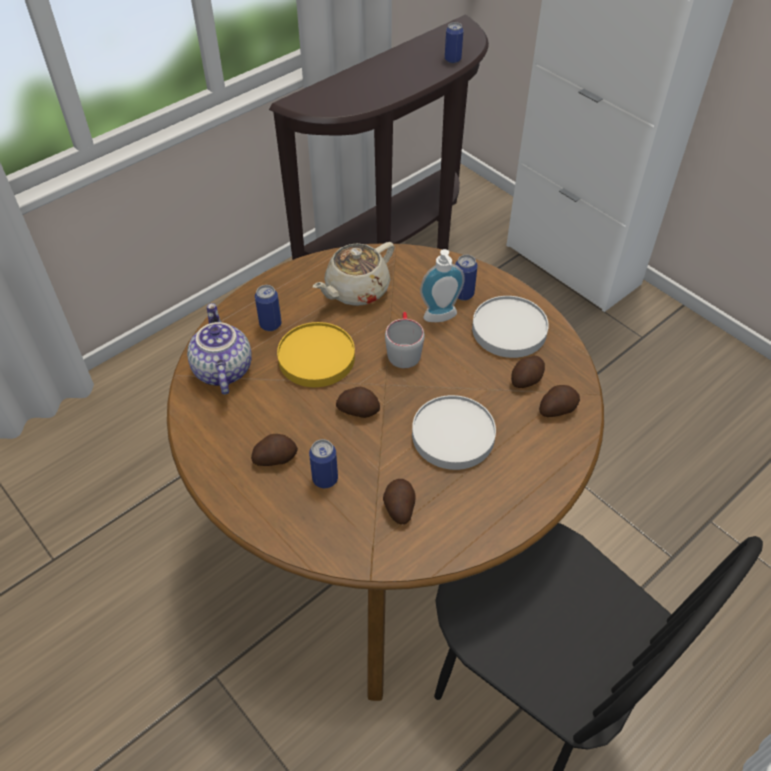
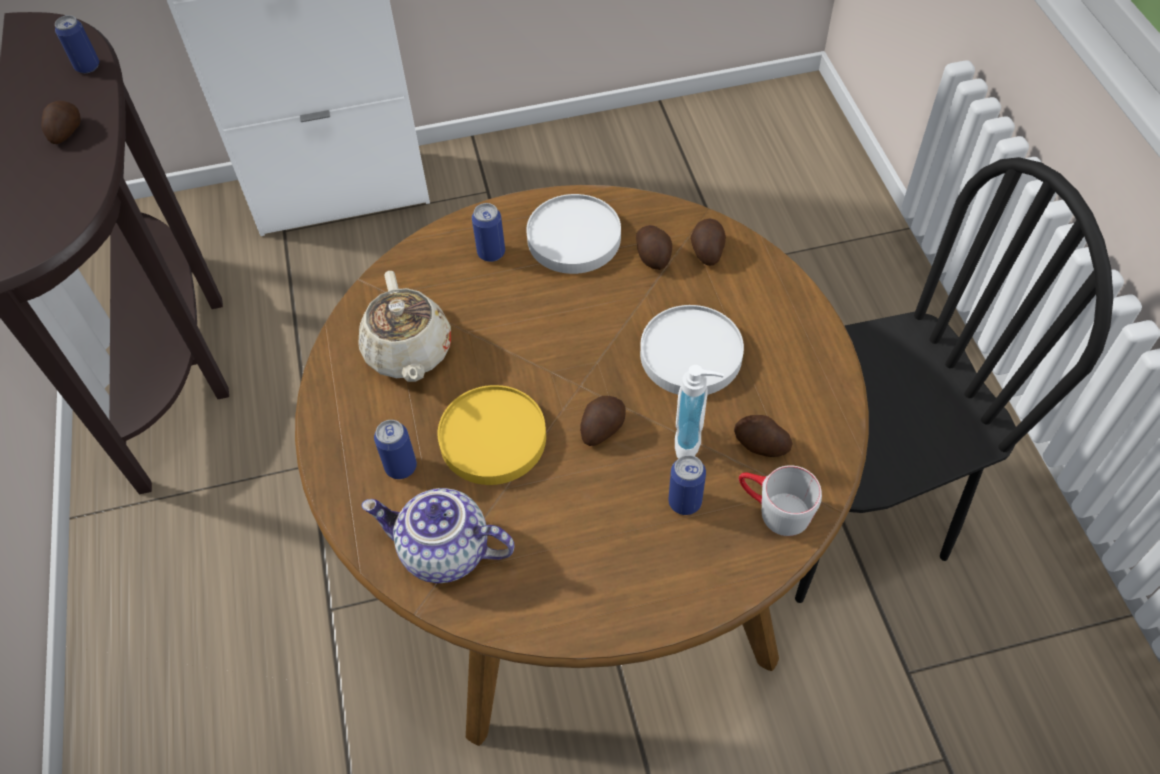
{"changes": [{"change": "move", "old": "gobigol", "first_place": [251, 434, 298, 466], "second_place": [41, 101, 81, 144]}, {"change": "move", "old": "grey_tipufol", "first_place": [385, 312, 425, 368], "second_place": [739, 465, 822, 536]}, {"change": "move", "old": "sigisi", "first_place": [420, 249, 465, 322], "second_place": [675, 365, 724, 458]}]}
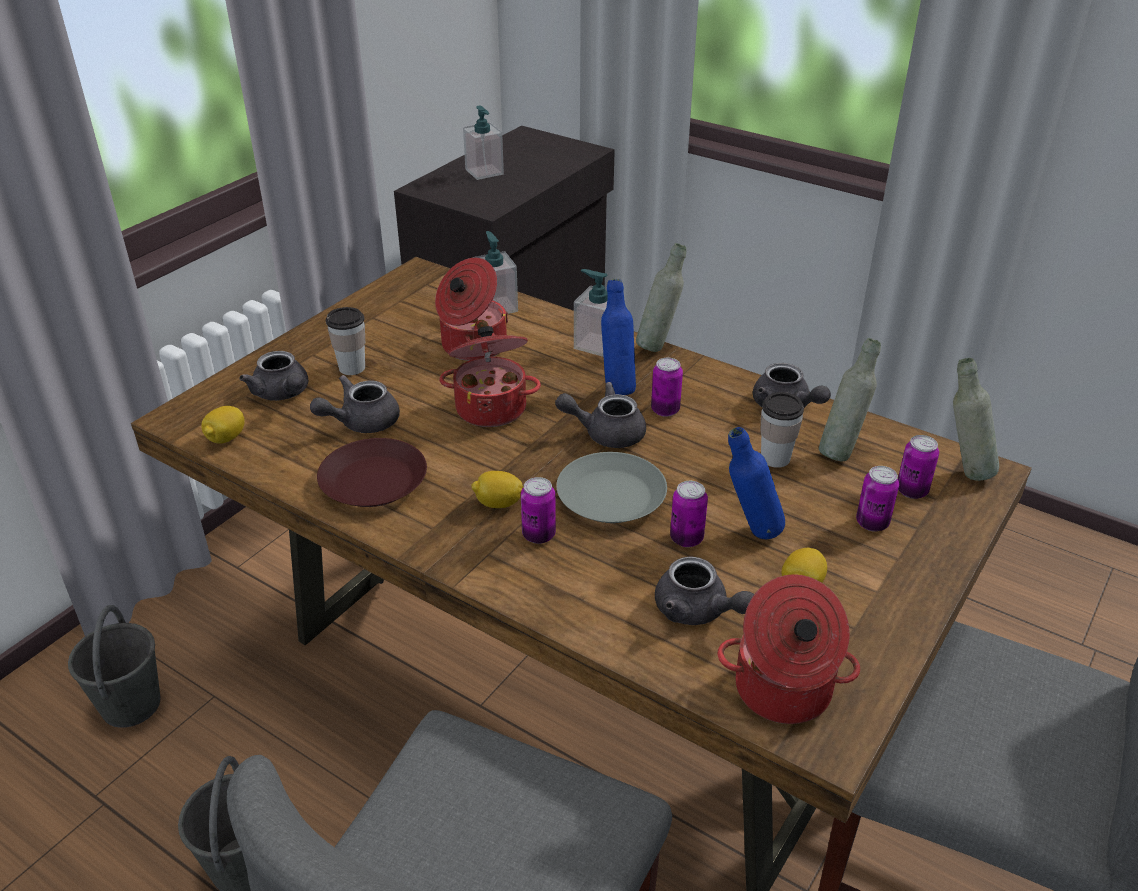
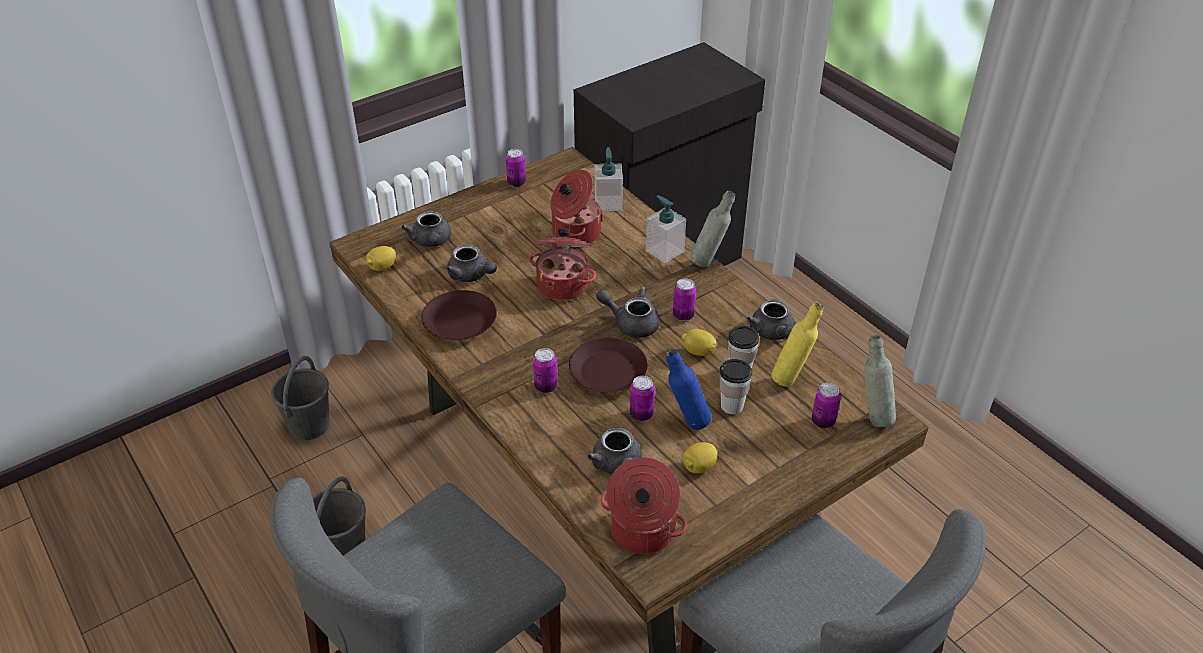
{"changes": [{"change": "rotate", "old": "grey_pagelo", "first_place": [310, 375, 400, 433], "second_place": [446, 244, 497, 282], "degrees": -120}, {"change": "move", "old": "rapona", "first_place": [326, 307, 365, 375], "second_place": [719, 359, 753, 414]}, {"change": "delete", "old": "sigisi", "first_place": [463, 106, 504, 180]}, {"change": "move", "old": "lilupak", "first_place": [471, 471, 523, 508], "second_place": [682, 329, 717, 356]}, {"change": "recolor", "old": "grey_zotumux", "new": "brown_zotumux", "first_place": [556, 452, 667, 523], "second_place": [569, 338, 648, 393]}, {"change": "delete", "old": "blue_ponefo", "first_place": [601, 279, 636, 395]}, {"change": "recolor", "old": "grey_ponefo", "new": "yellow_ponefo", "first_place": [819, 338, 881, 461], "second_place": [771, 303, 823, 387]}, {"change": "move", "old": "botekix", "first_place": [856, 466, 899, 532], "second_place": [506, 149, 526, 187]}]}
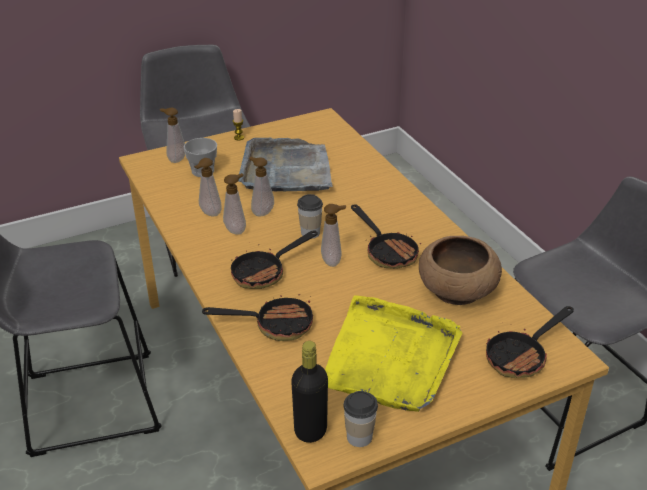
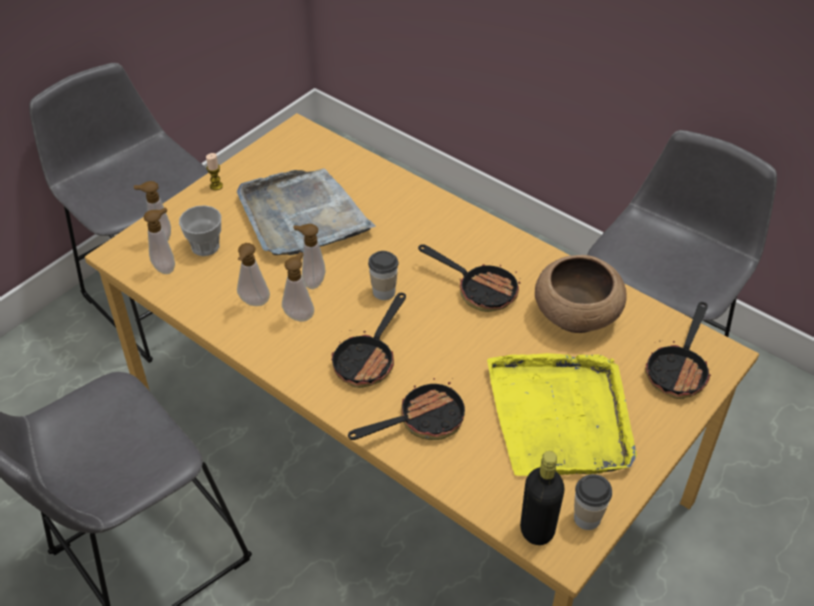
{"changes": [{"change": "move", "old": "sigisi", "first_place": [321, 204, 346, 267], "second_place": [144, 207, 175, 274]}]}
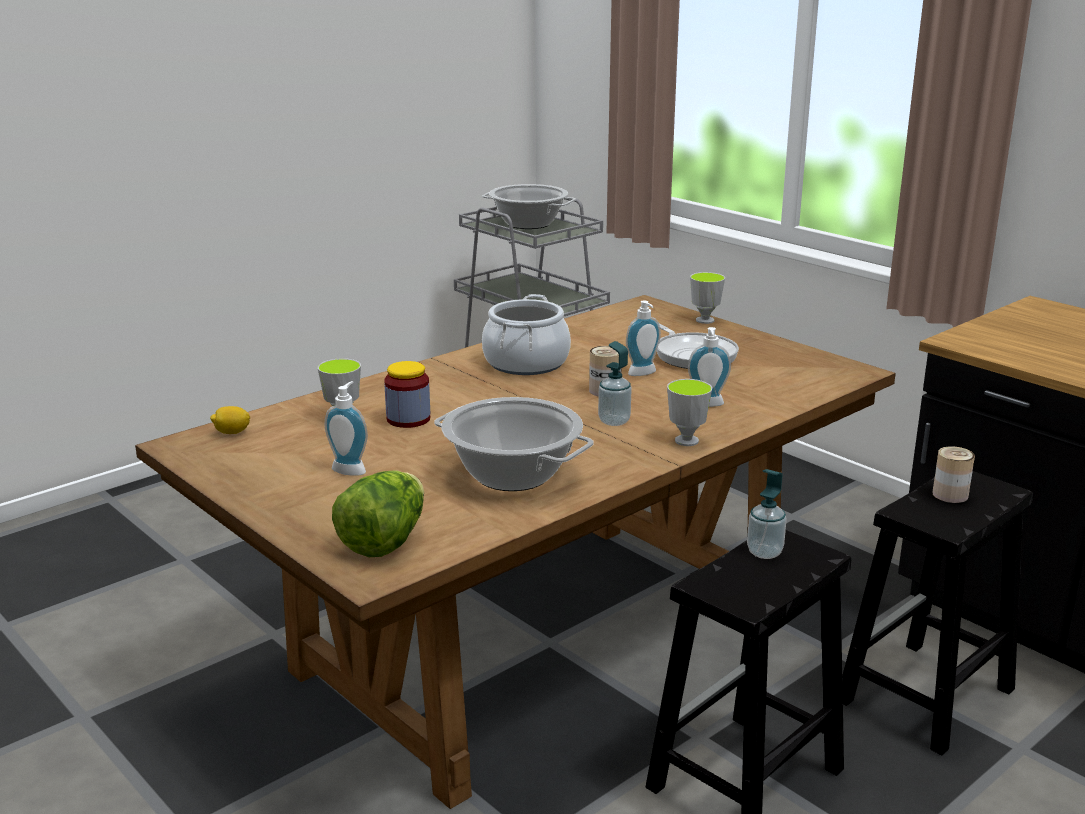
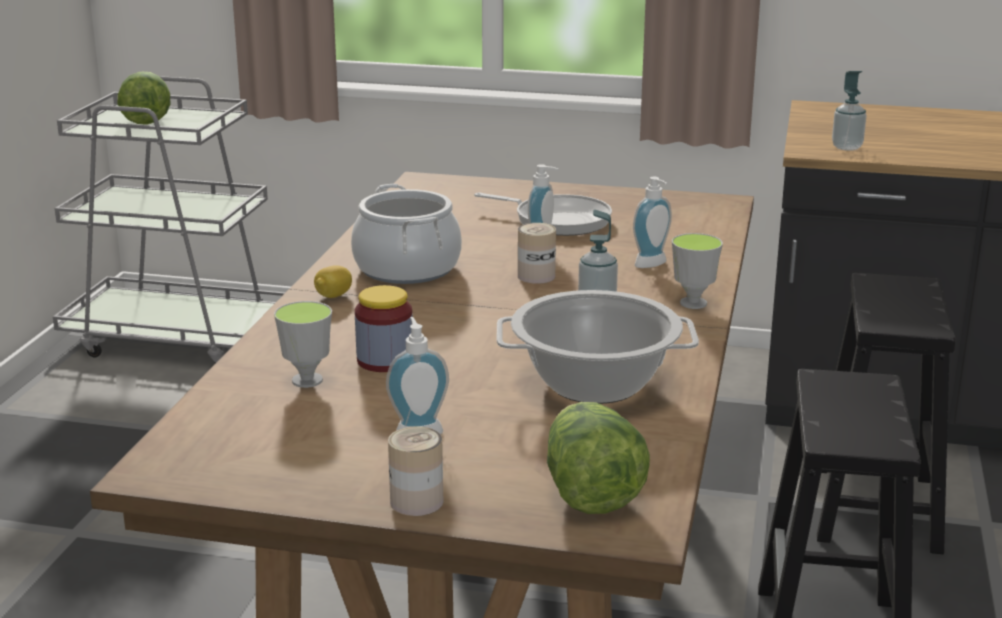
{"changes": [{"change": "move", "old": "lilupak", "first_place": [210, 406, 250, 434], "second_place": [314, 265, 352, 298]}, {"change": "replace", "old": "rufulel", "new": "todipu", "first_place": [482, 184, 576, 229], "second_place": [118, 72, 170, 125]}, {"change": "delete", "old": "rapona", "first_place": [690, 272, 725, 324]}, {"change": "move", "old": "sigisi", "first_place": [747, 469, 787, 559], "second_place": [832, 71, 867, 151]}, {"change": "move", "old": "botekix", "first_place": [932, 446, 975, 503], "second_place": [388, 426, 443, 516]}]}
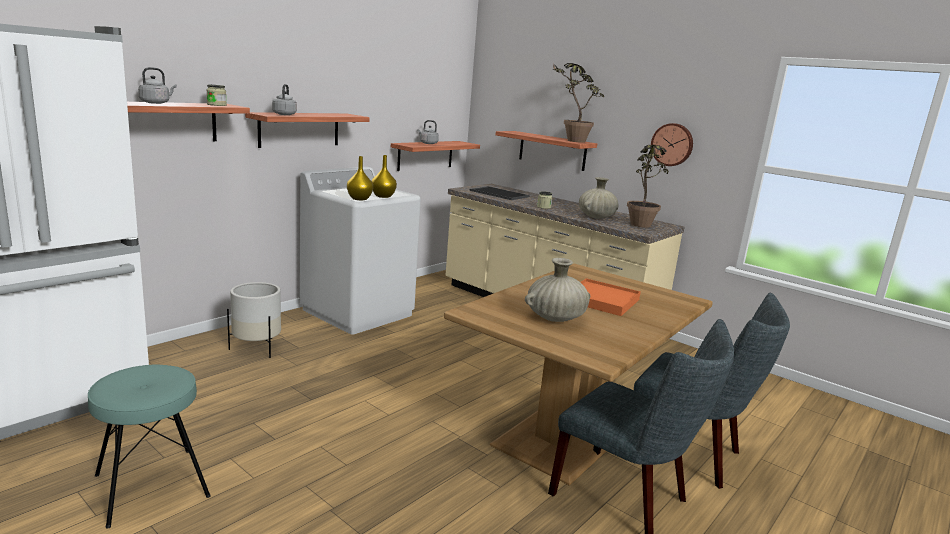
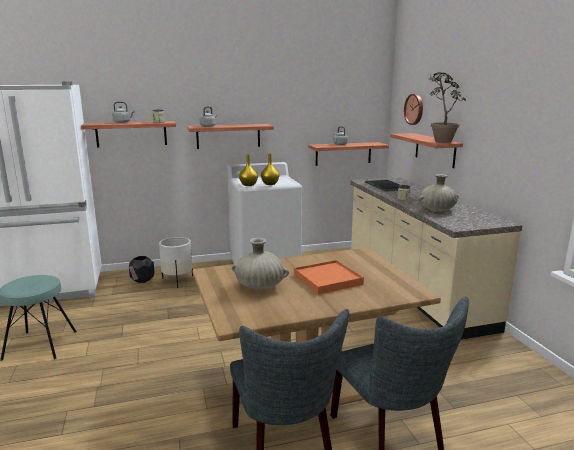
{"changes": [{"change": "delete", "old": "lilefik", "first_place": [627, 145, 669, 228]}, {"change": "move", "old": "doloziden", "first_place": [651, 123, 693, 166], "second_place": [404, 94, 423, 125]}, {"change": "insert", "new": "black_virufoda", "second_place": [129, 256, 155, 283]}]}
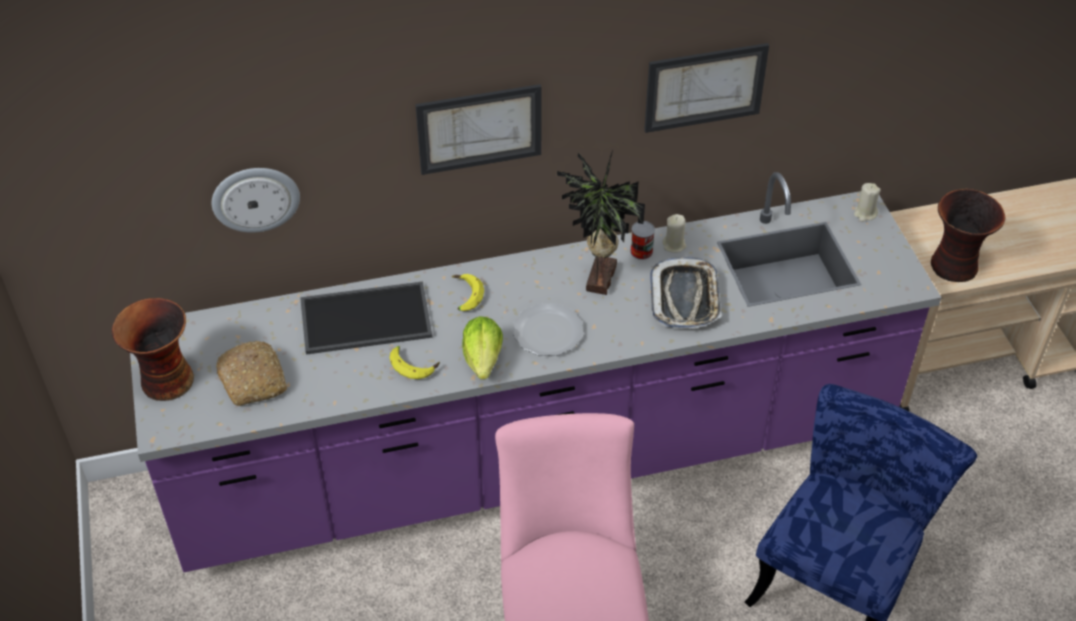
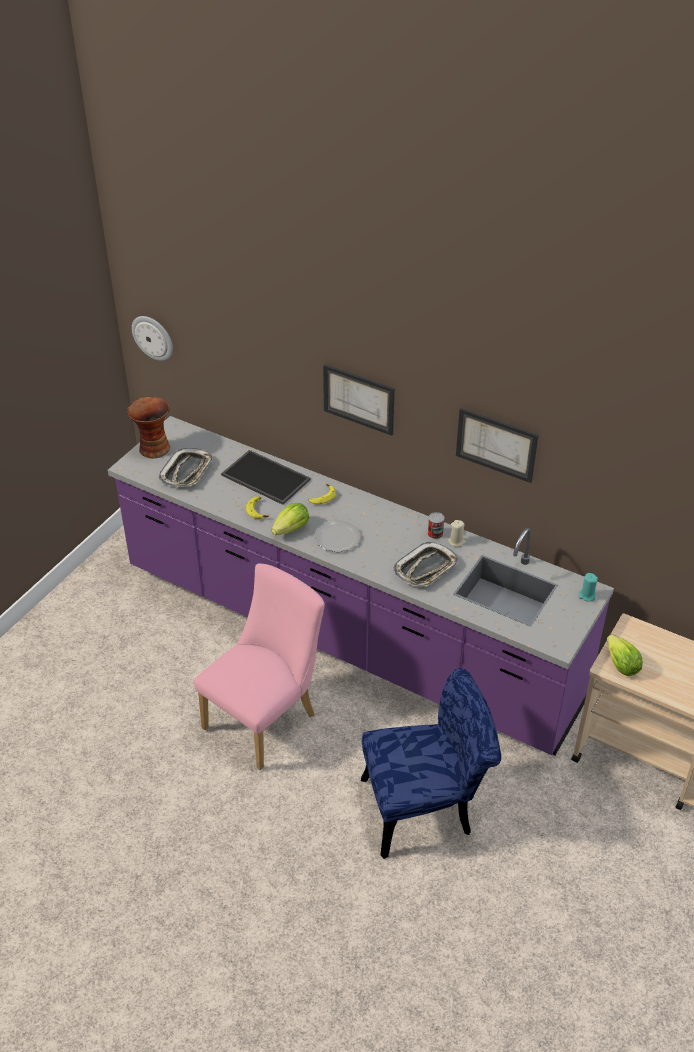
{"changes": [{"change": "move", "old": "doloziden", "first_place": [212, 168, 300, 233], "second_place": [132, 316, 173, 361]}, {"change": "replace", "old": "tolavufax", "new": "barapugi", "first_place": [216, 341, 287, 406], "second_place": [159, 448, 213, 487]}, {"change": "delete", "old": "lilefik", "first_place": [557, 150, 645, 295]}, {"change": "recolor", "old": "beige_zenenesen", "new": "turquoise_zenenesen", "first_place": [854, 183, 881, 222], "second_place": [579, 573, 598, 602]}, {"change": "replace", "old": "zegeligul", "new": "todipu", "first_place": [931, 189, 1005, 282], "second_place": [607, 635, 643, 676]}]}
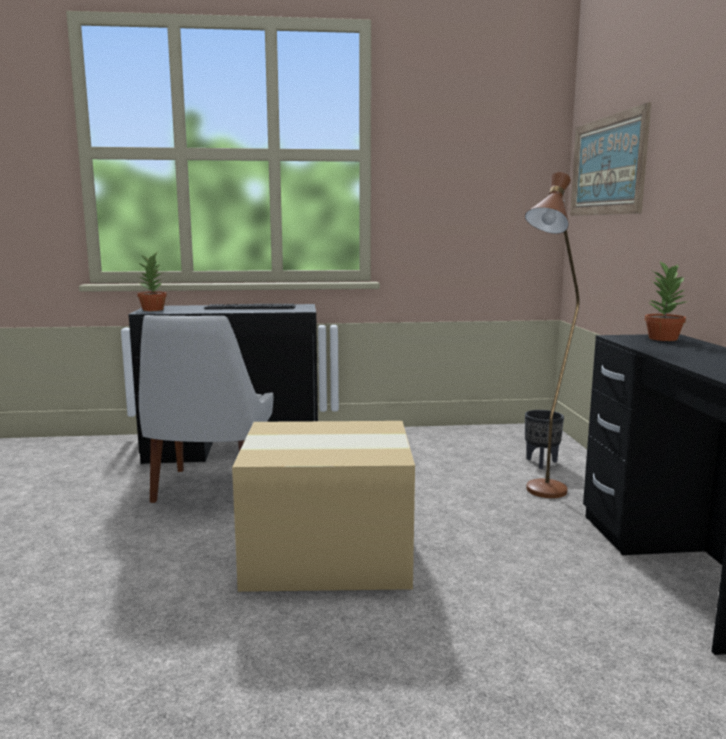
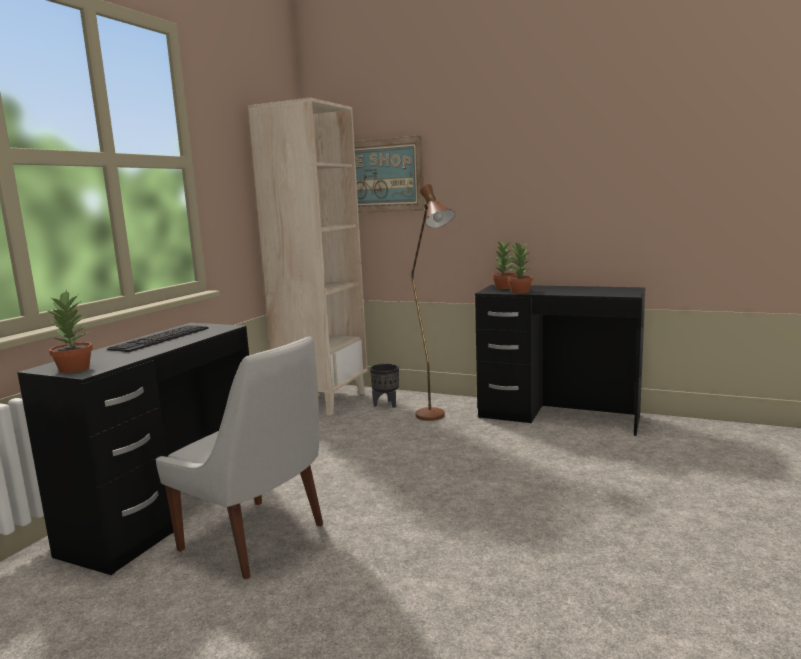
{"changes": [{"change": "delete", "old": "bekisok", "first_place": [232, 421, 415, 592]}, {"change": "insert", "new": "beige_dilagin", "second_place": [248, 98, 368, 416]}, {"change": "insert", "new": "lilefik", "second_place": [507, 242, 533, 293]}]}
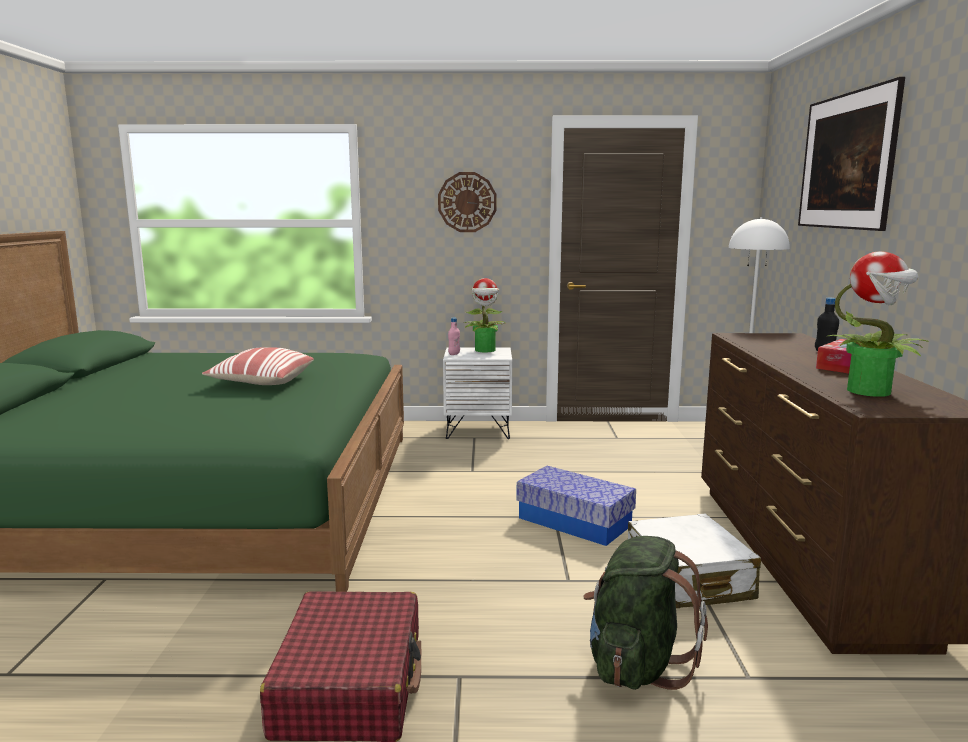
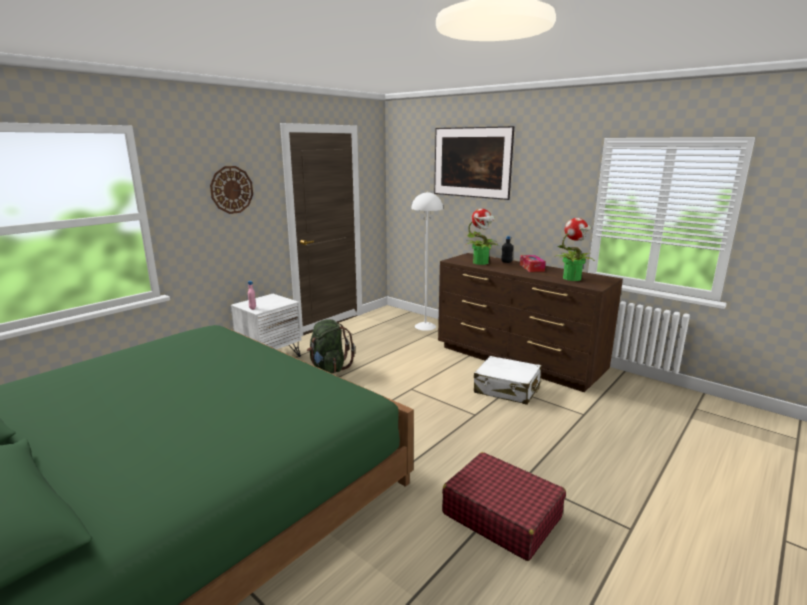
{"changes": [{"change": "delete", "old": "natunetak", "first_place": [202, 347, 314, 385]}, {"change": "move", "old": "lilefik", "first_place": [463, 278, 506, 352], "second_place": [467, 209, 499, 265]}, {"change": "delete", "old": "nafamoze", "first_place": [516, 466, 636, 546]}, {"change": "move", "old": "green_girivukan", "first_place": [583, 536, 708, 690], "second_place": [307, 319, 355, 373]}]}
